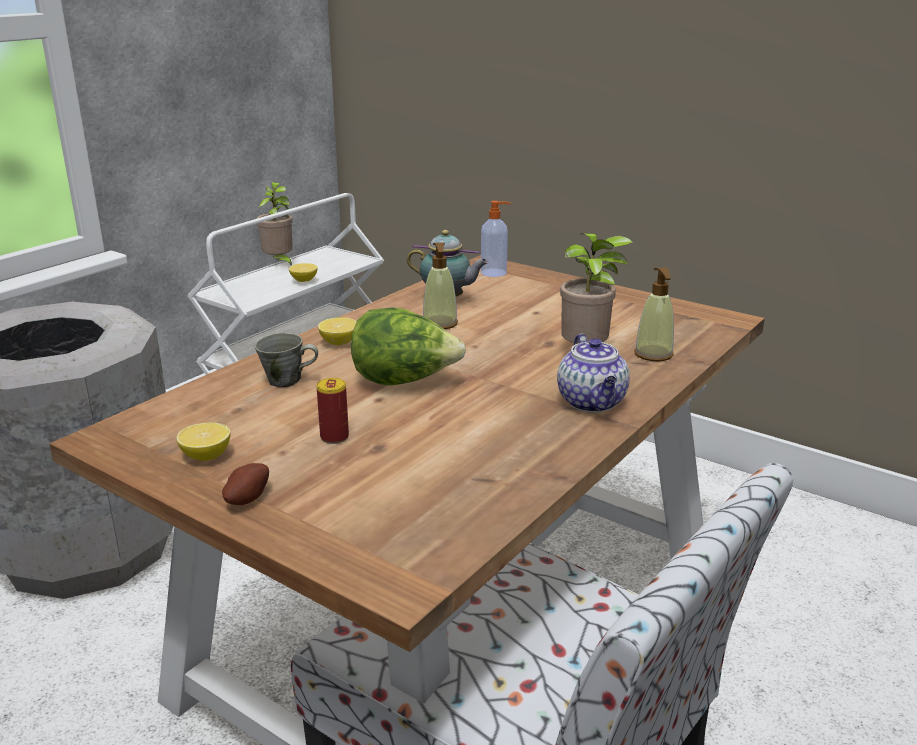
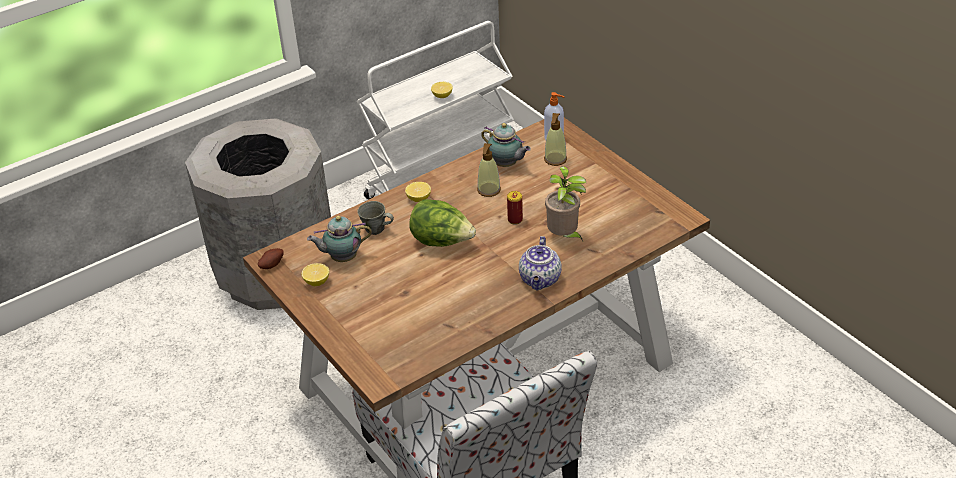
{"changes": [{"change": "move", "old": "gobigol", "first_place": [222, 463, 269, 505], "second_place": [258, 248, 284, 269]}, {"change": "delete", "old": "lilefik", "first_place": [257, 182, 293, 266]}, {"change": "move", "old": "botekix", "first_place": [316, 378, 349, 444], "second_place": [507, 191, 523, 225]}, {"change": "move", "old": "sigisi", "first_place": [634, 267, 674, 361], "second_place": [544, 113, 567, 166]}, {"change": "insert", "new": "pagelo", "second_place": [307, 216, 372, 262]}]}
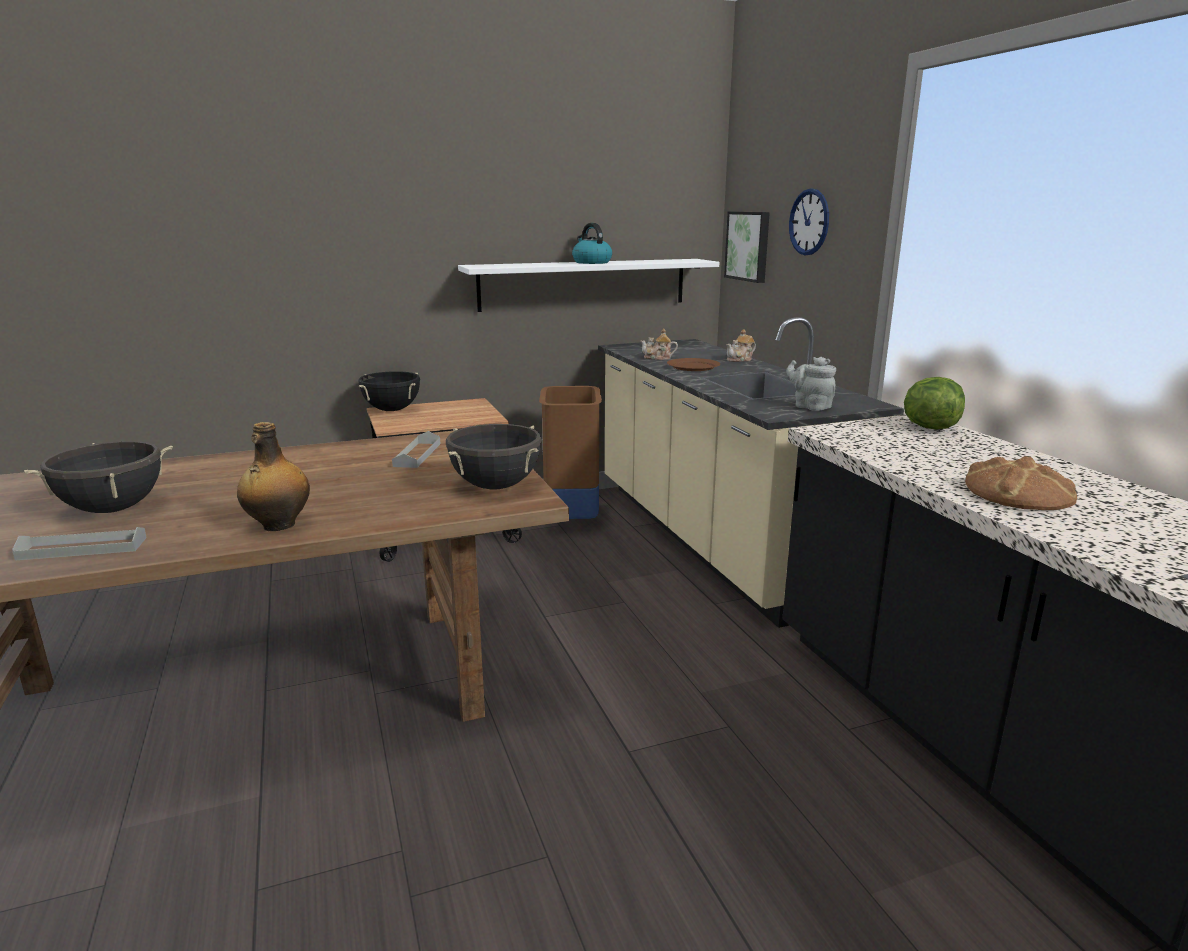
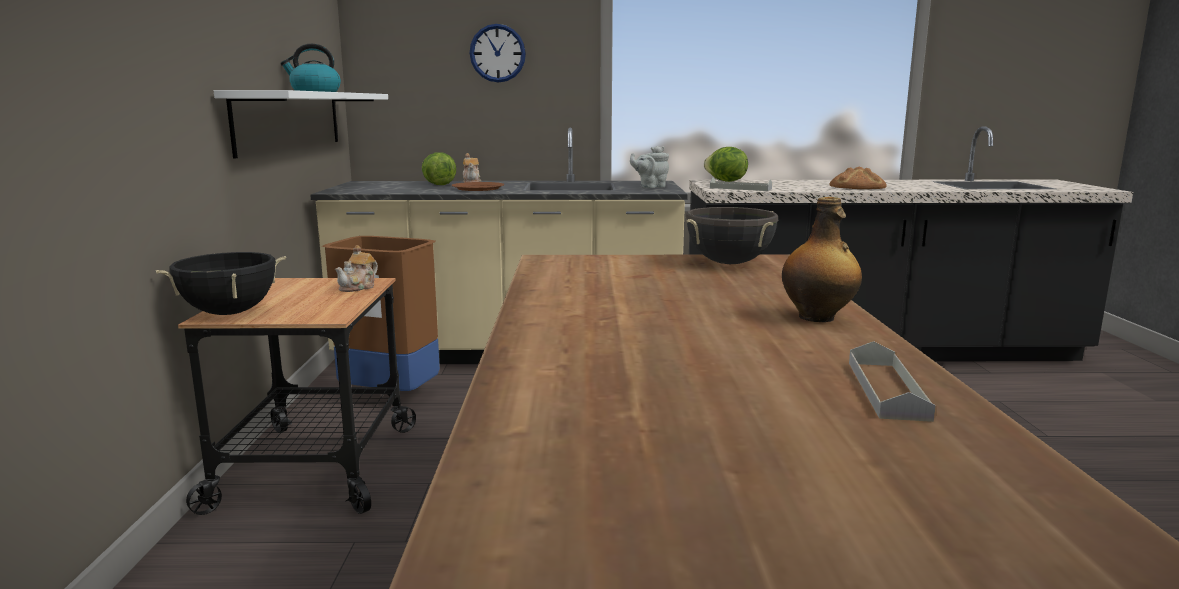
{"changes": [{"change": "delete", "old": "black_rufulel", "first_place": [24, 441, 173, 513]}, {"change": "move", "old": "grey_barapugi", "first_place": [392, 431, 440, 468], "second_place": [710, 177, 772, 191]}, {"change": "move", "old": "pagelo", "first_place": [640, 328, 678, 360], "second_place": [335, 245, 378, 292]}, {"change": "delete", "old": "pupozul", "first_place": [724, 212, 770, 283]}, {"change": "insert", "new": "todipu", "second_place": [422, 152, 456, 185]}]}
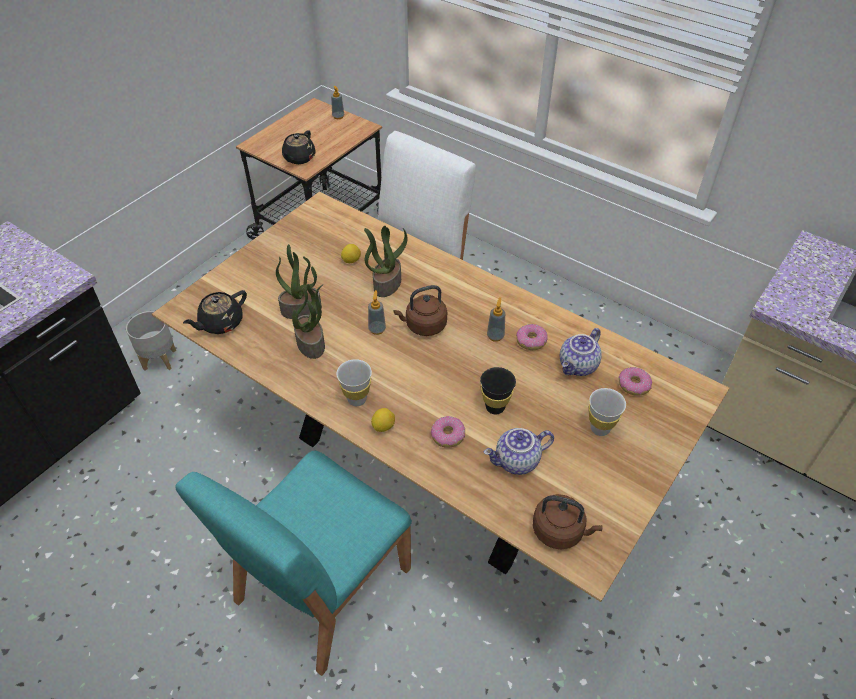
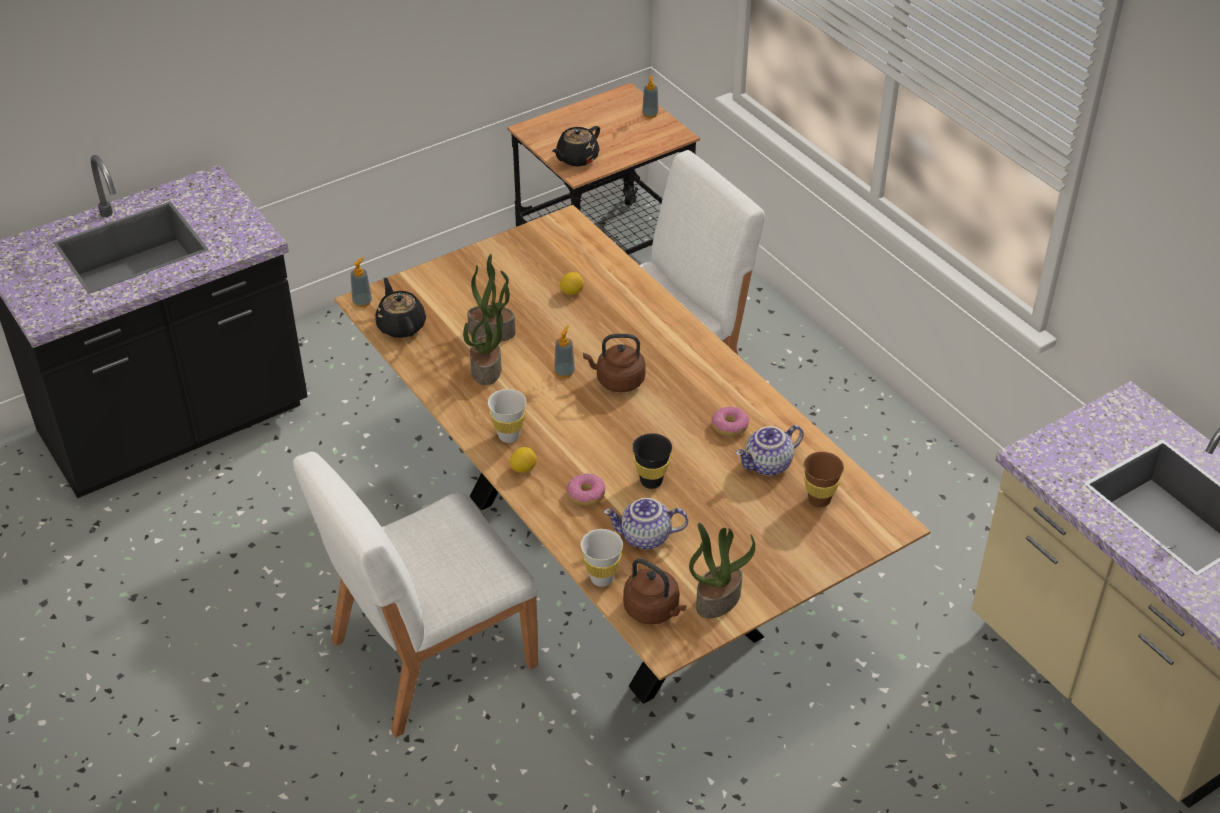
{"changes": [{"change": "delete", "old": "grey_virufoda", "first_place": [126, 311, 176, 371]}, {"change": "recolor", "old": "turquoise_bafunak", "new": "white_bafunak", "first_place": [175, 451, 412, 676], "second_place": [293, 452, 538, 737]}, {"change": "rotate", "old": "black_pagelo", "first_place": [183, 290, 247, 334], "second_place": [375, 278, 426, 338], "degrees": 90}, {"change": "move", "old": "lilefik", "first_place": [364, 226, 407, 297], "second_place": [689, 523, 755, 618]}, {"change": "move", "old": "sigisi", "first_place": [487, 297, 505, 342], "second_place": [350, 257, 372, 307]}, {"change": "move", "old": "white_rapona", "first_place": [589, 388, 626, 436], "second_place": [581, 529, 623, 587]}, {"change": "replace", "old": "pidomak", "new": "brown_rapona", "first_place": [618, 367, 652, 396], "second_place": [803, 452, 844, 507]}]}
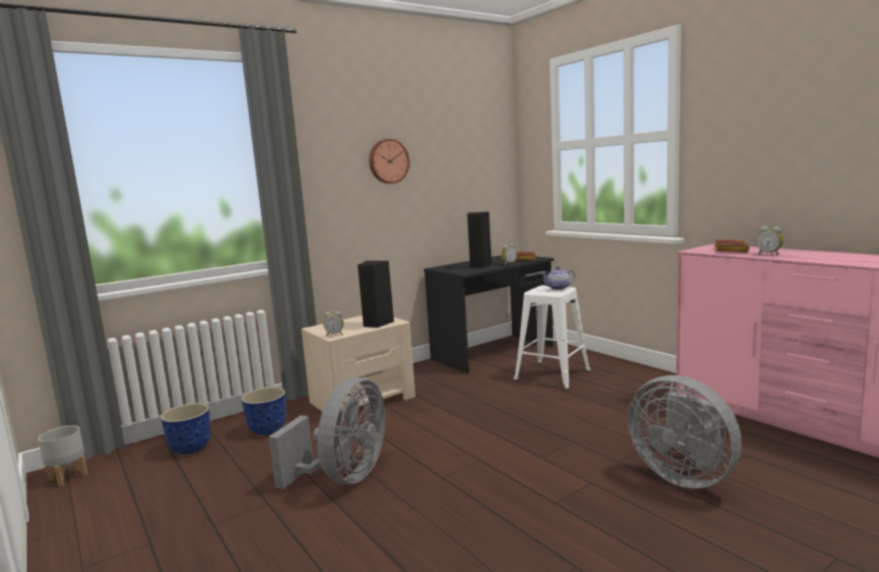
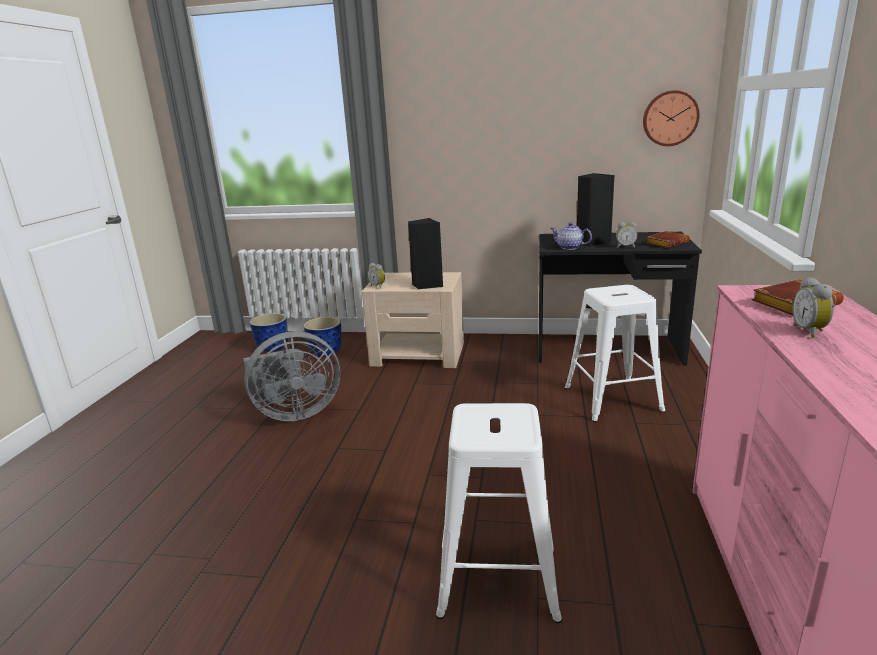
{"changes": [{"change": "delete", "old": "grey_virufoda", "first_place": [38, 425, 88, 487]}, {"change": "move", "old": "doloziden", "first_place": [369, 139, 410, 184], "second_place": [643, 90, 700, 146]}, {"change": "move", "old": "pagelo", "first_place": [541, 267, 575, 290], "second_place": [550, 222, 592, 250]}, {"change": "replace", "old": "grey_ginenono", "new": "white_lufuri", "first_place": [627, 375, 742, 489], "second_place": [436, 403, 562, 623]}]}
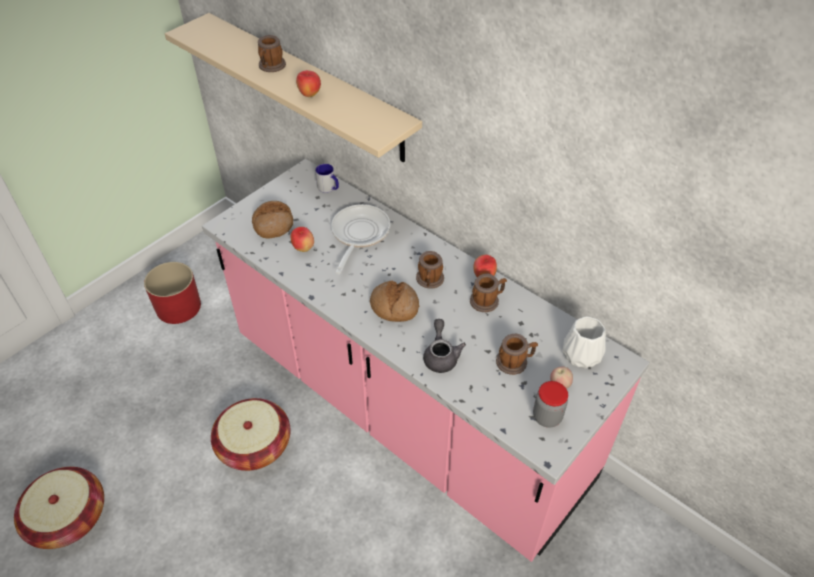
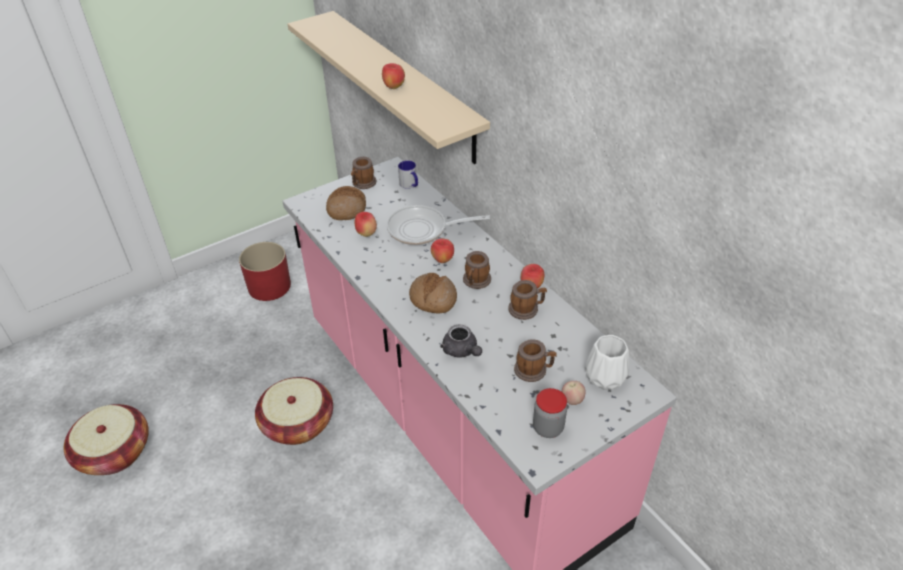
{"changes": [{"change": "move", "old": "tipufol", "first_place": [258, 35, 286, 72], "second_place": [351, 157, 377, 189]}, {"change": "rotate", "old": "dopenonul", "first_place": [331, 204, 390, 274], "second_place": [387, 205, 490, 245], "degrees": -120}, {"change": "rotate", "old": "grey_pagelo", "first_place": [423, 319, 466, 373], "second_place": [440, 325, 482, 358], "degrees": 135}, {"change": "insert", "new": "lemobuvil", "second_place": [431, 238, 454, 263]}]}
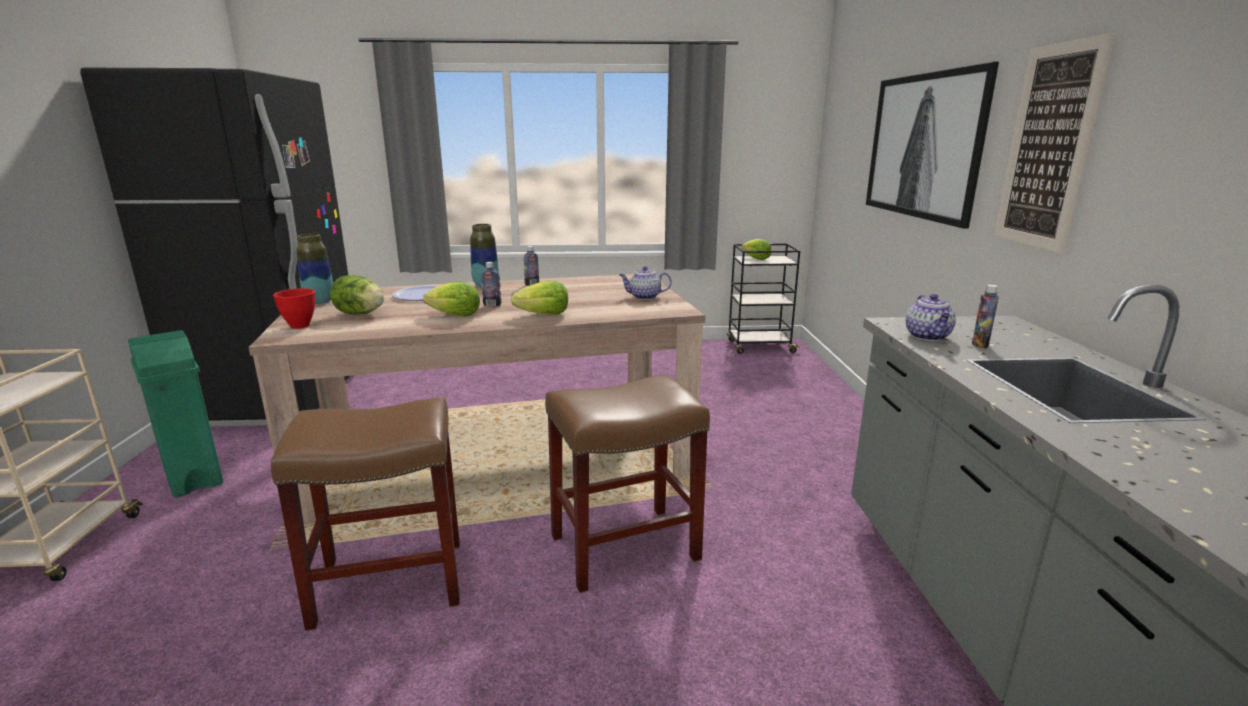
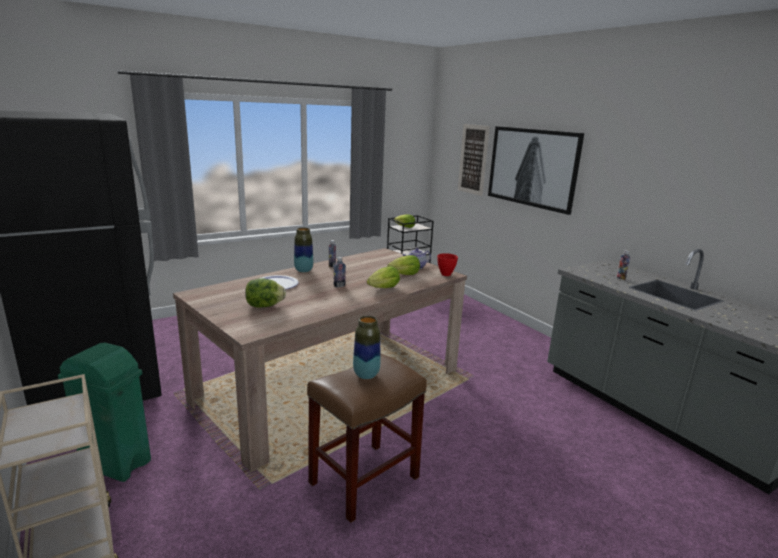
{"changes": [{"change": "move", "old": "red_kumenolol", "first_place": [273, 288, 315, 329], "second_place": [437, 253, 458, 276]}, {"change": "move", "old": "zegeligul", "first_place": [296, 233, 333, 304], "second_place": [353, 316, 381, 379]}, {"change": "move", "old": "todipu", "first_place": [423, 282, 480, 317], "second_place": [387, 255, 420, 275]}, {"change": "delete", "old": "brown_lufuri", "first_place": [545, 375, 710, 593]}, {"change": "delete", "old": "pagelo", "first_place": [906, 294, 956, 341]}, {"change": "move", "old": "pupozul", "first_place": [994, 33, 1116, 253], "second_place": [458, 124, 490, 196]}]}
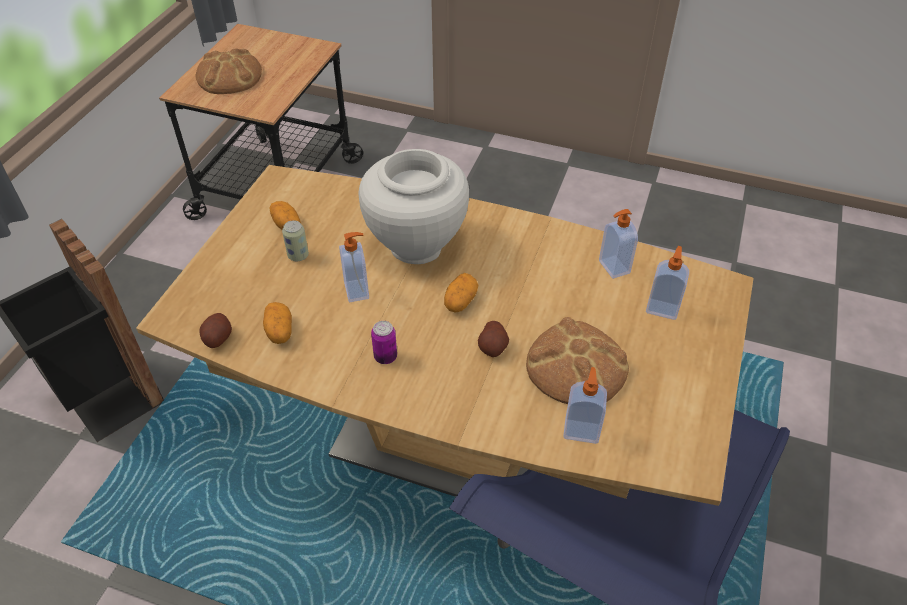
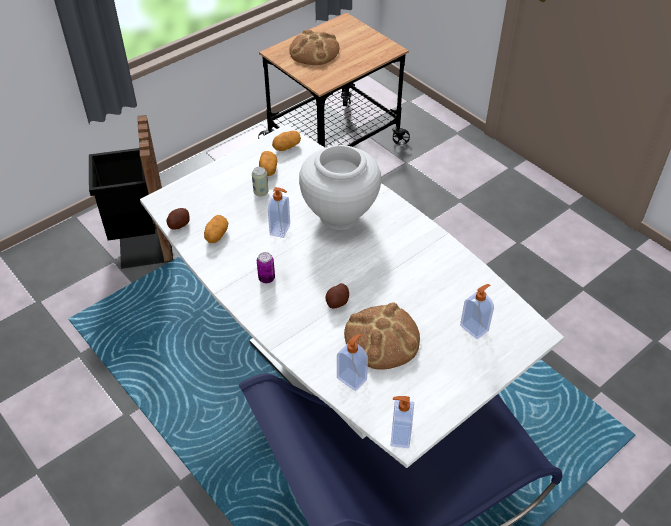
{"changes": [{"change": "recolor", "old": "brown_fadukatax", "new": "white_fadukatax", "first_place": [136, 165, 754, 506], "second_place": [140, 124, 564, 468]}, {"change": "move", "old": "gobigol", "first_place": [444, 273, 478, 313], "second_place": [272, 131, 301, 151]}, {"change": "move", "old": "sigisi", "first_place": [599, 209, 638, 279], "second_place": [391, 396, 414, 448]}]}
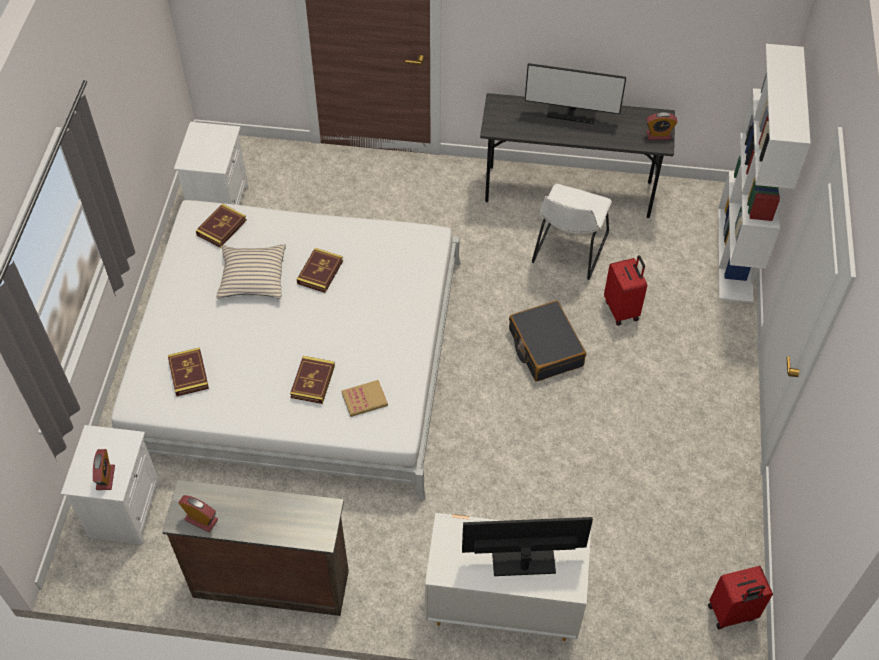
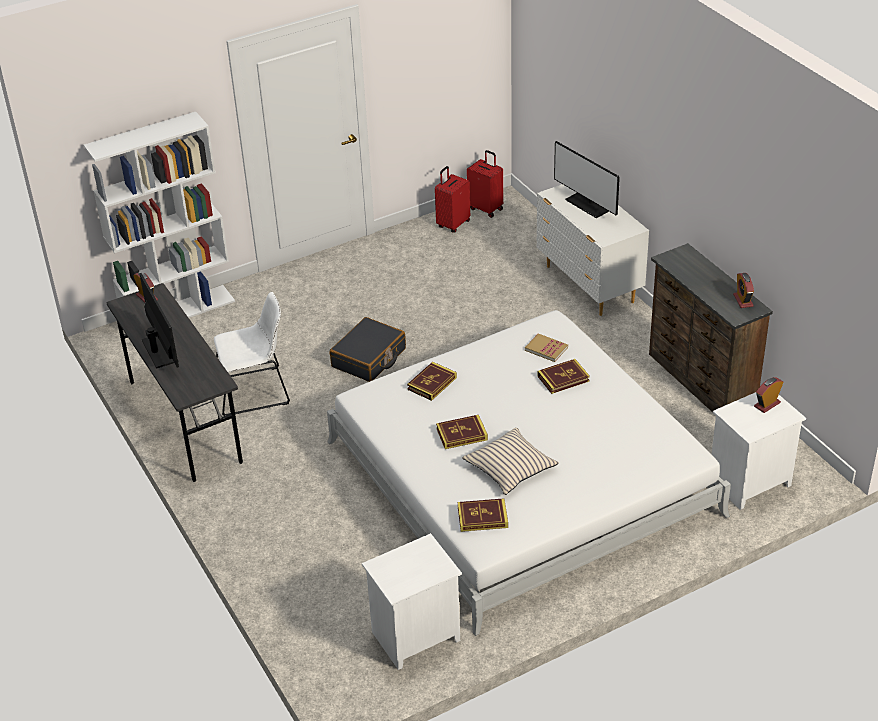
{"changes": [{"change": "move", "old": "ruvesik", "first_place": [168, 347, 209, 397], "second_place": [407, 362, 457, 401]}, {"change": "move", "old": "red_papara", "first_place": [604, 255, 647, 326], "second_place": [435, 166, 470, 233]}]}
